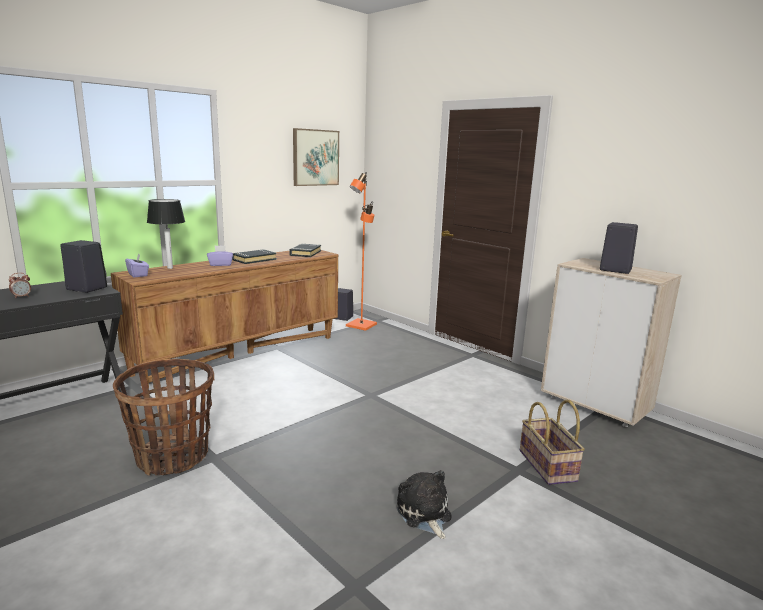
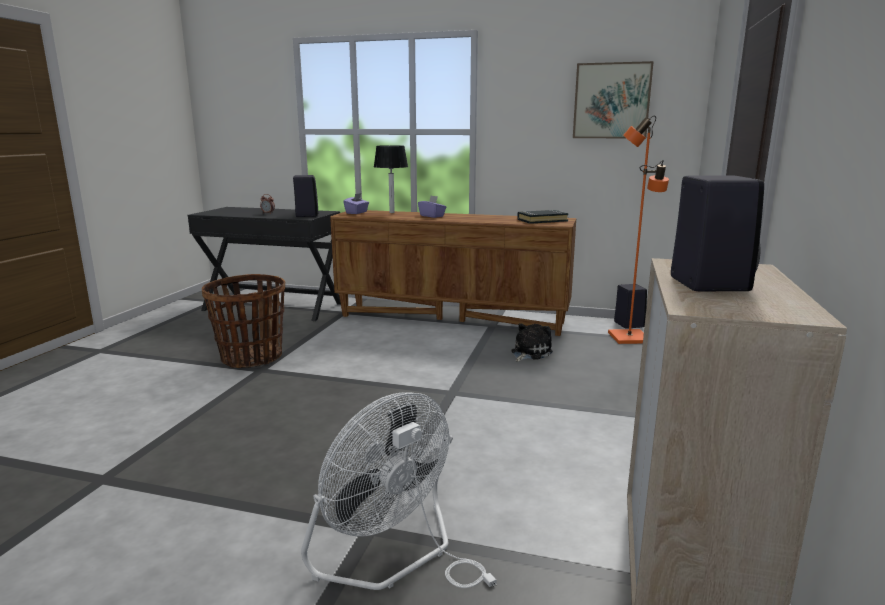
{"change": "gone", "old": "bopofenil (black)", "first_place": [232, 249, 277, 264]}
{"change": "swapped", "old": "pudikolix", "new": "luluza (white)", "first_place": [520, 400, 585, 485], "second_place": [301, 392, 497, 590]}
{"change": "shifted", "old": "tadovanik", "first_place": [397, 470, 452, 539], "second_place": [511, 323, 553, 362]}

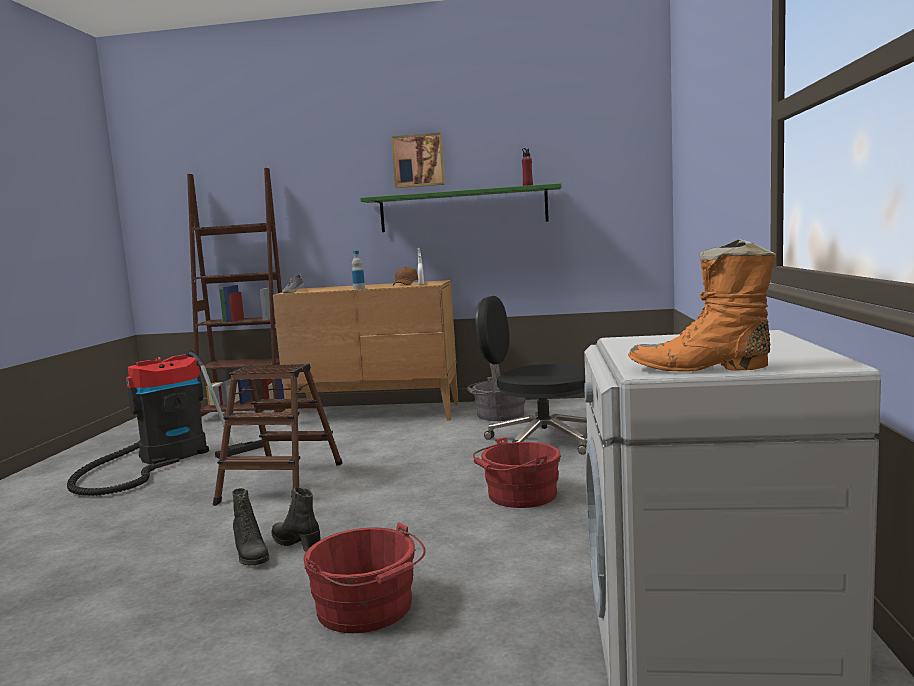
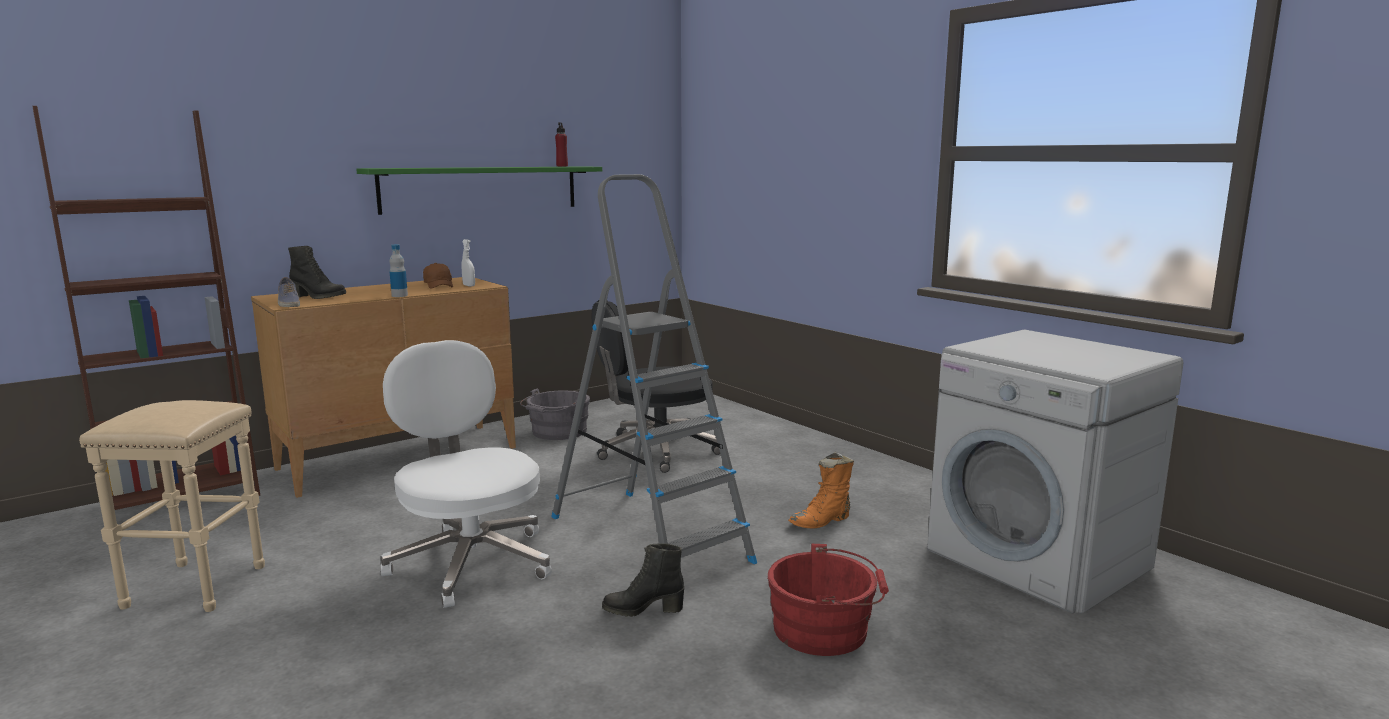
{"change": "gone", "old": "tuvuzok", "first_place": [391, 132, 445, 188]}
{"change": "shifted", "old": "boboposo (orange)", "first_place": [628, 238, 776, 372], "second_place": [788, 452, 854, 528]}
{"change": "swapped", "old": "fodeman", "new": "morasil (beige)", "first_place": [67, 349, 264, 496], "second_place": [79, 400, 265, 612]}
{"change": "swapped", "old": "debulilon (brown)", "new": "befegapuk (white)", "first_place": [213, 364, 343, 506], "second_place": [380, 340, 552, 608]}
{"change": "gone", "old": "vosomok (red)", "first_place": [473, 437, 561, 508]}
{"change": "shifted", "old": "boboposo (black)", "first_place": [232, 488, 269, 565], "second_place": [288, 246, 346, 299]}
{"change": "new", "new": "debulilon (grey)", "second_place": [551, 174, 757, 564]}

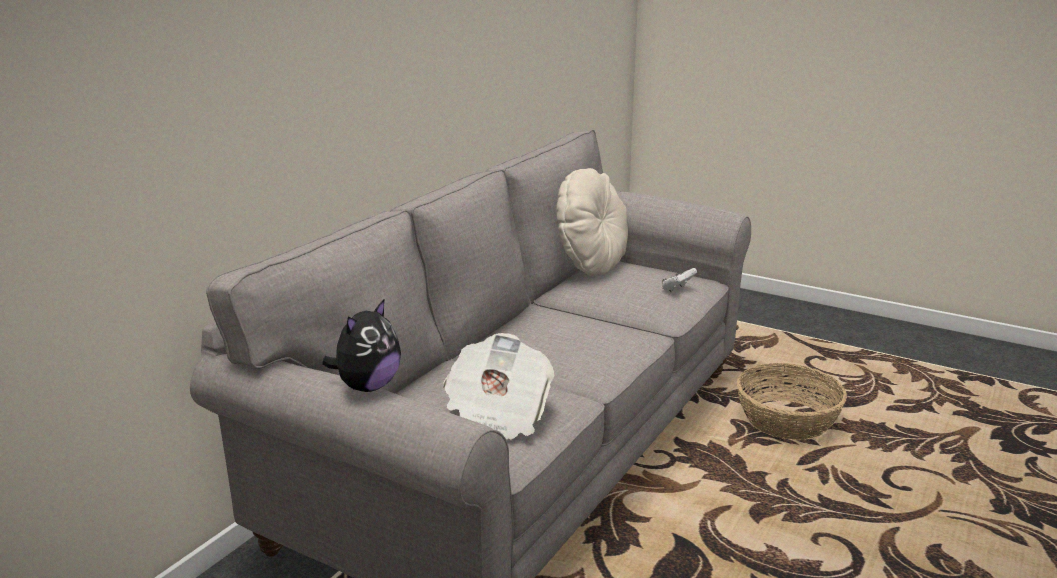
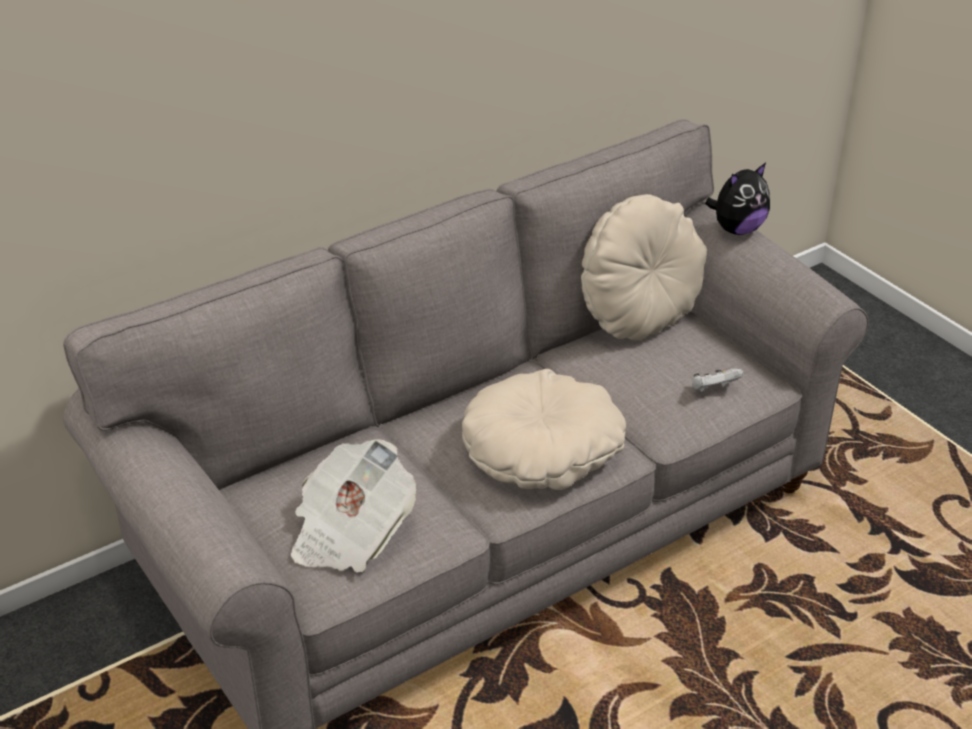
{"change": "shifted", "old": "tadovanik", "first_place": [322, 298, 401, 392], "second_place": [705, 163, 770, 235]}
{"change": "gone", "old": "pudikolix", "first_place": [737, 363, 847, 440]}
{"change": "new", "new": "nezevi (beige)", "second_place": [462, 369, 626, 490]}

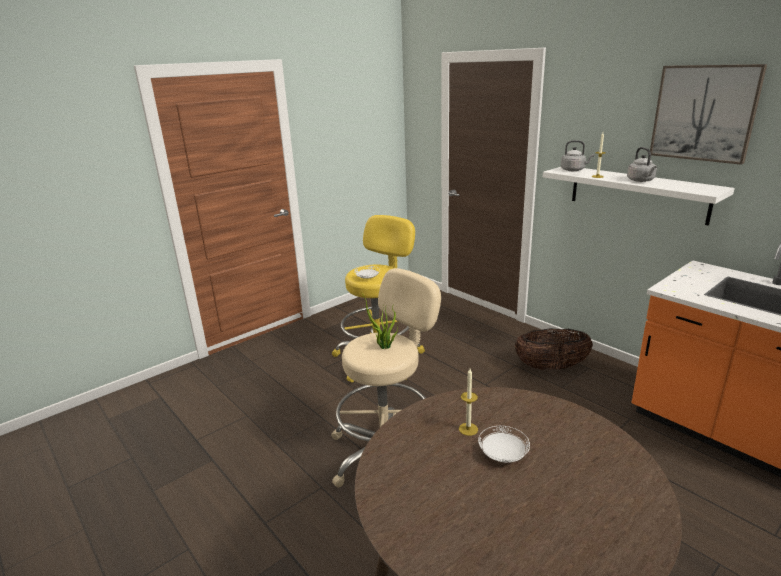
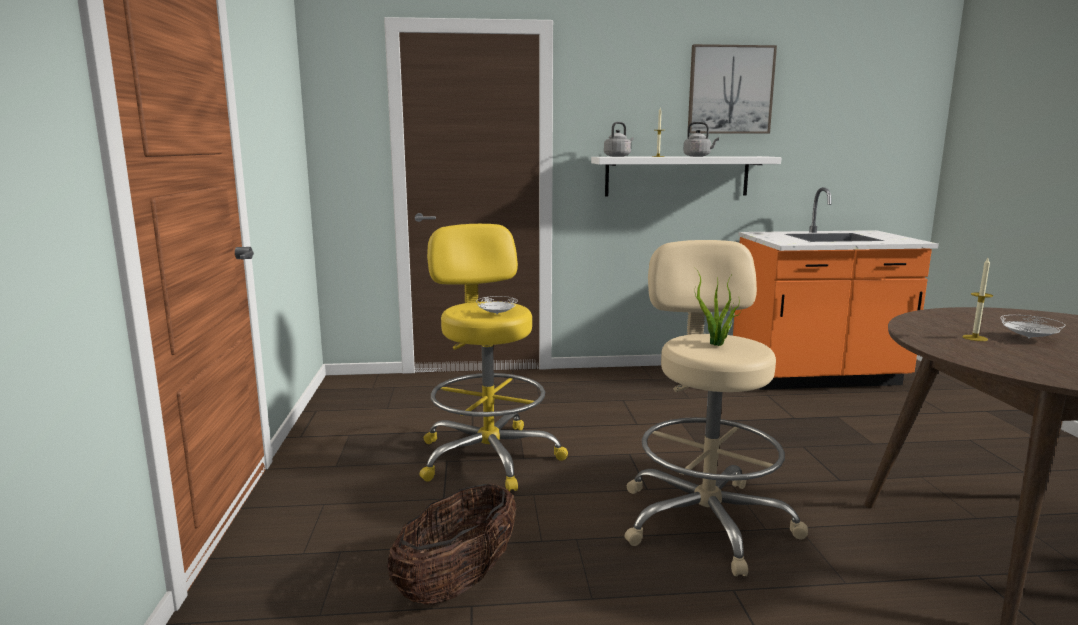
{"change": "shifted", "old": "pudikolix", "first_place": [515, 328, 593, 370], "second_place": [387, 484, 516, 605]}

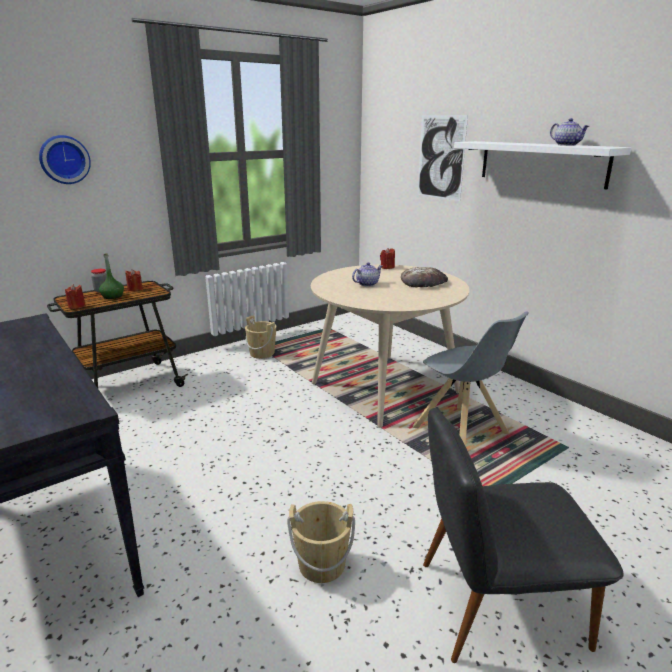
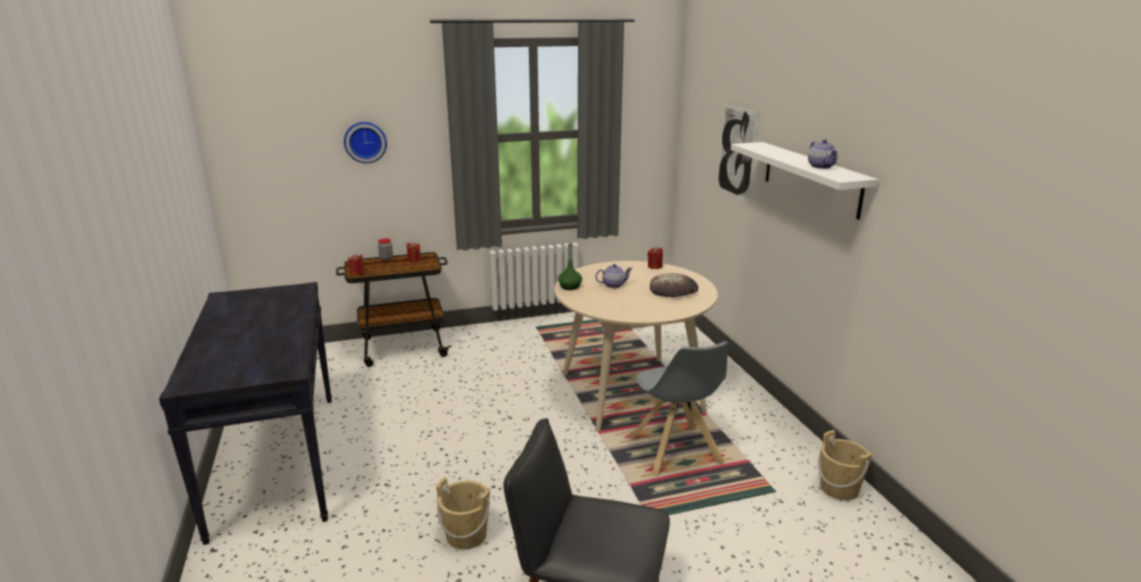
{"change": "shifted", "old": "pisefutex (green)", "first_place": [99, 253, 124, 299], "second_place": [558, 243, 582, 290]}
{"change": "shifted", "old": "vosomok (beige)", "first_place": [245, 316, 276, 359], "second_place": [818, 430, 873, 500]}

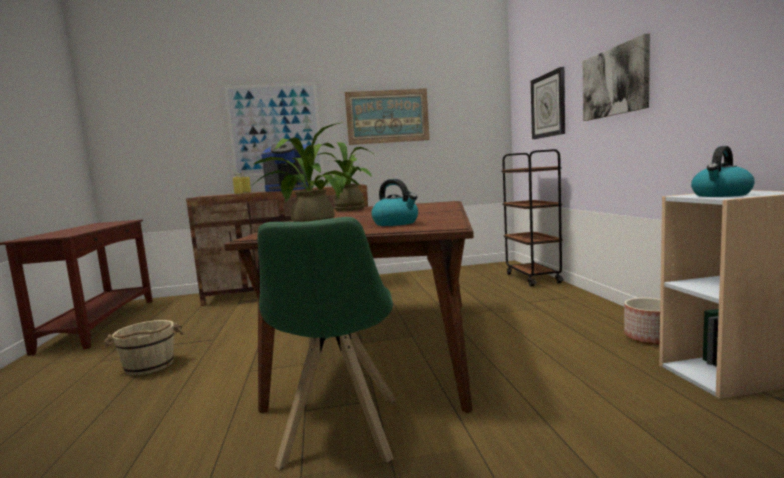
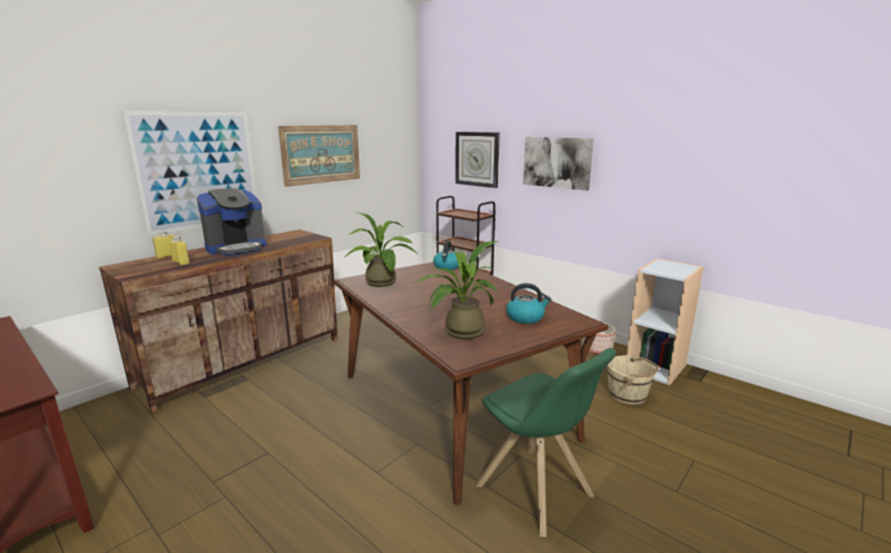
{"change": "shifted", "old": "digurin", "first_place": [691, 146, 755, 197], "second_place": [433, 240, 459, 270]}
{"change": "shifted", "old": "vosomok (beige)", "first_place": [104, 320, 184, 376], "second_place": [607, 355, 659, 405]}

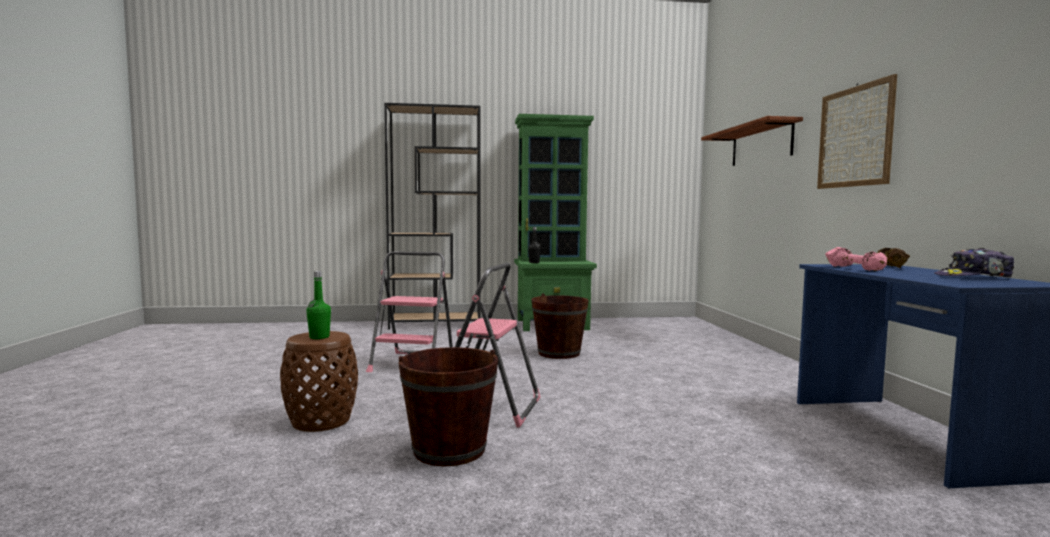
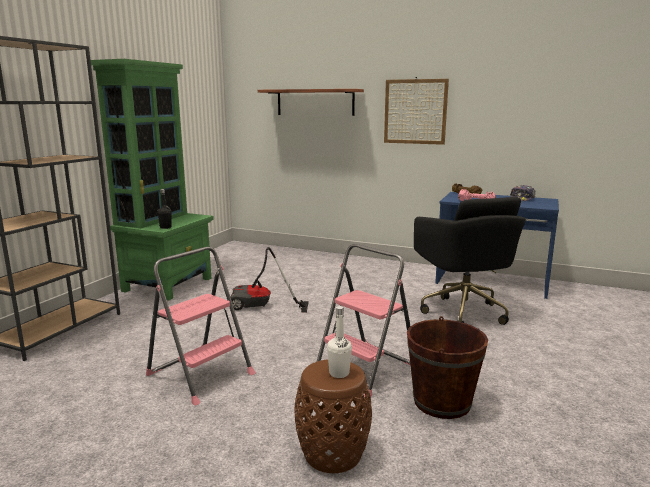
{"change": "repainted", "old": "pisefutex (green)", "new": "pisefutex (white)", "first_place": [306, 271, 331, 339], "second_place": [327, 306, 352, 378]}
{"change": "swapped", "old": "vosomok (brown)", "new": "fodeman", "first_place": [531, 293, 589, 359], "second_place": [230, 247, 309, 313]}
{"change": "new", "new": "befegapuk (black)", "second_place": [414, 197, 526, 325]}

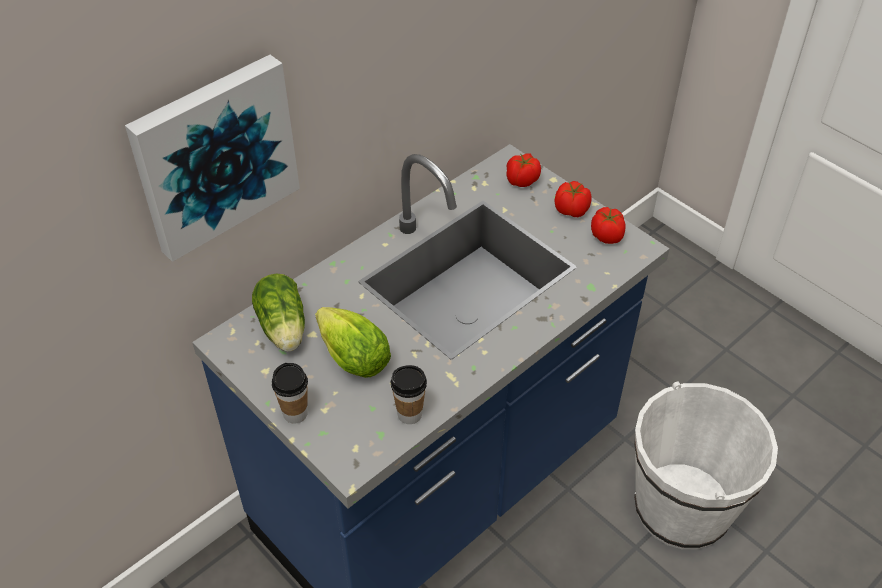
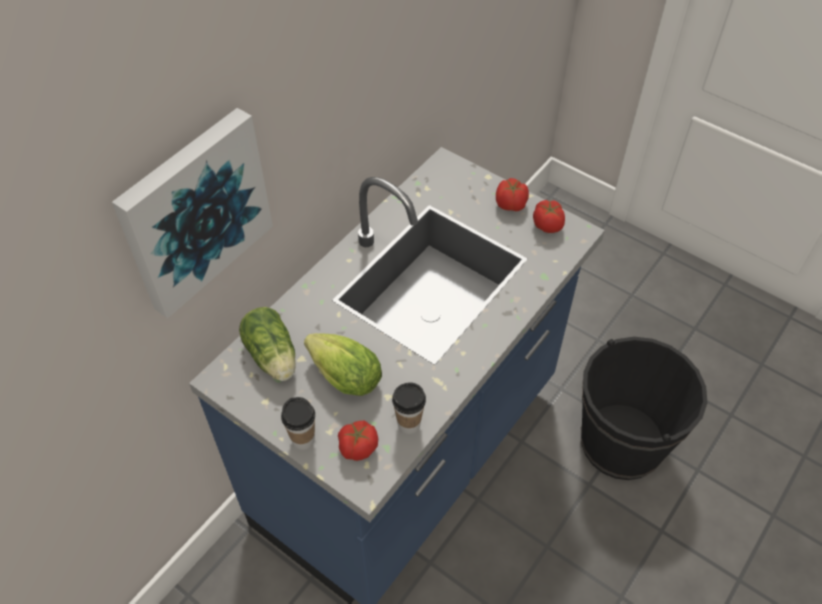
{"change": "shifted", "old": "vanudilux", "first_place": [507, 153, 541, 187], "second_place": [338, 421, 378, 461]}
{"change": "repainted", "old": "vosomok (white)", "new": "vosomok (black)", "first_place": [634, 382, 778, 550], "second_place": [581, 337, 707, 480]}

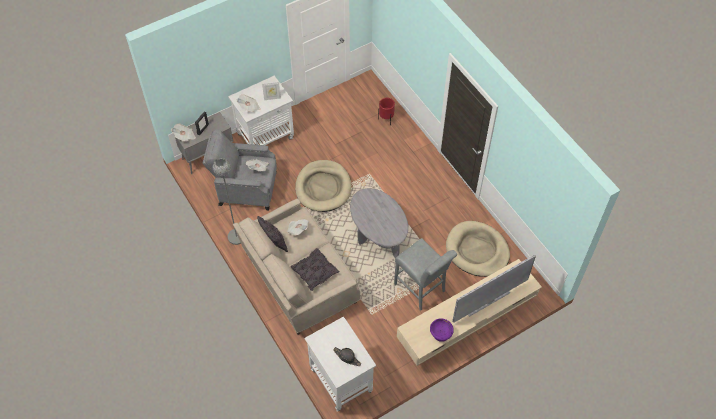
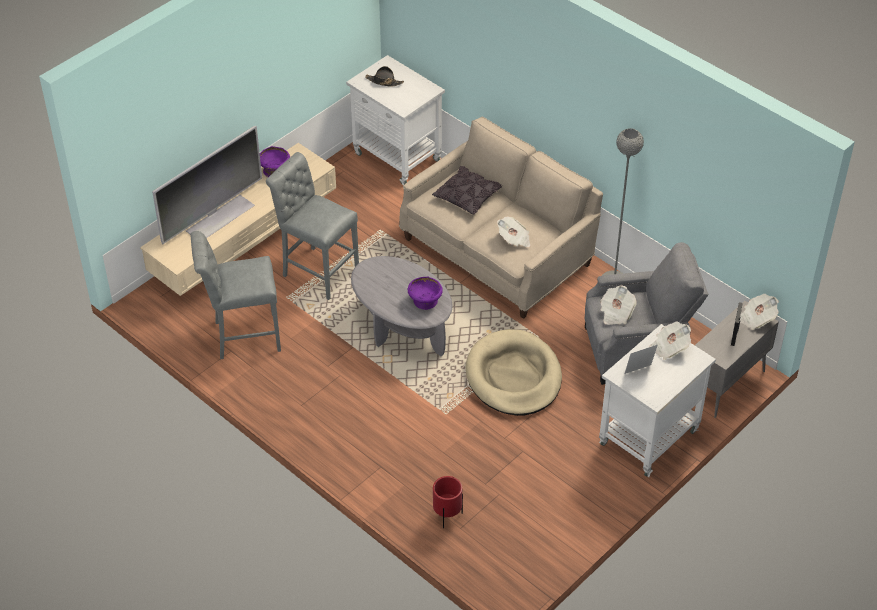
{"change": "gone", "old": "nezevi (black)", "first_place": [257, 216, 288, 252]}
{"change": "swapped", "old": "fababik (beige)", "new": "morasil (grey)", "first_place": [446, 221, 510, 277], "second_place": [190, 231, 281, 359]}
{"change": "new", "new": "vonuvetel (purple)", "second_place": [408, 276, 443, 310]}

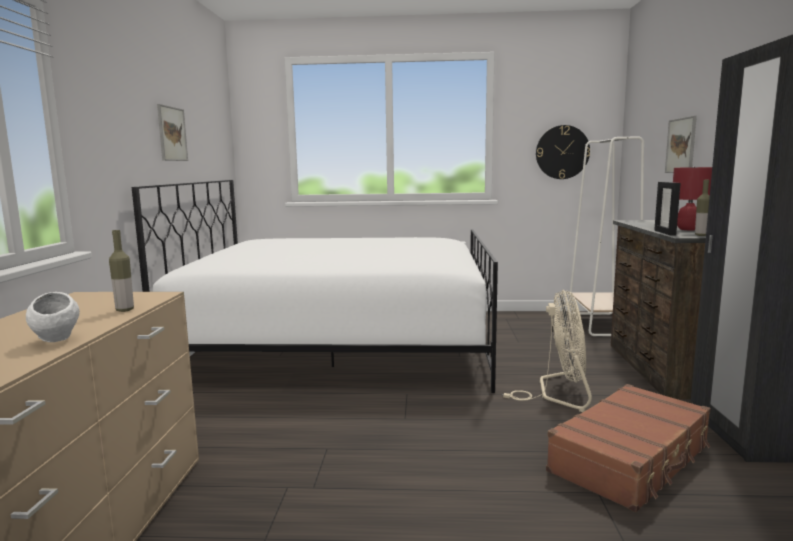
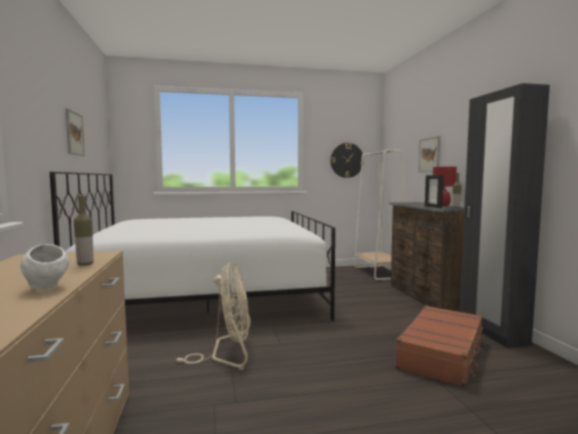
{"change": "shifted", "old": "luluza (beige)", "first_place": [502, 290, 592, 412], "second_place": [175, 263, 251, 370]}

